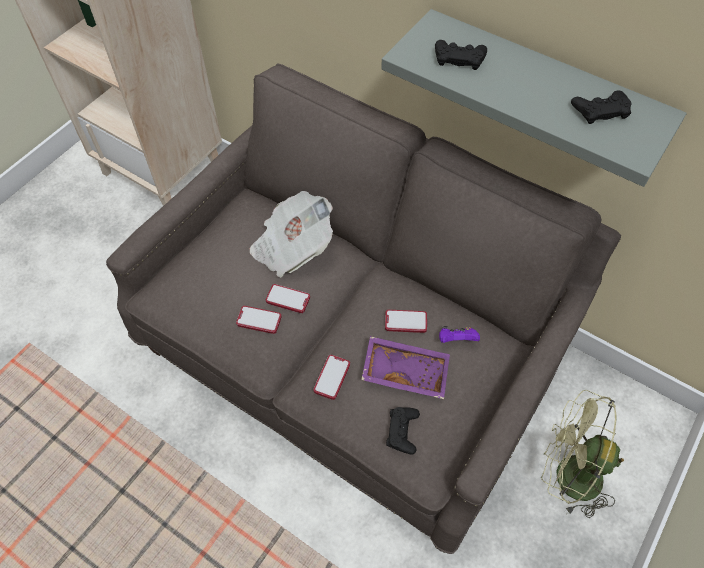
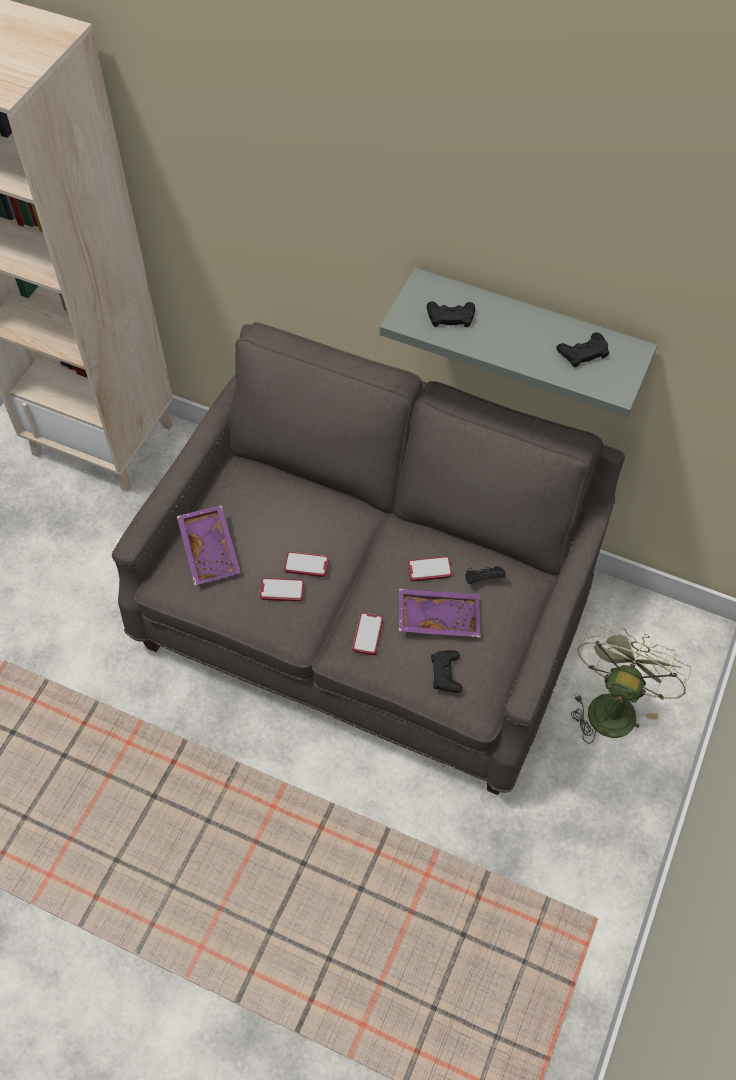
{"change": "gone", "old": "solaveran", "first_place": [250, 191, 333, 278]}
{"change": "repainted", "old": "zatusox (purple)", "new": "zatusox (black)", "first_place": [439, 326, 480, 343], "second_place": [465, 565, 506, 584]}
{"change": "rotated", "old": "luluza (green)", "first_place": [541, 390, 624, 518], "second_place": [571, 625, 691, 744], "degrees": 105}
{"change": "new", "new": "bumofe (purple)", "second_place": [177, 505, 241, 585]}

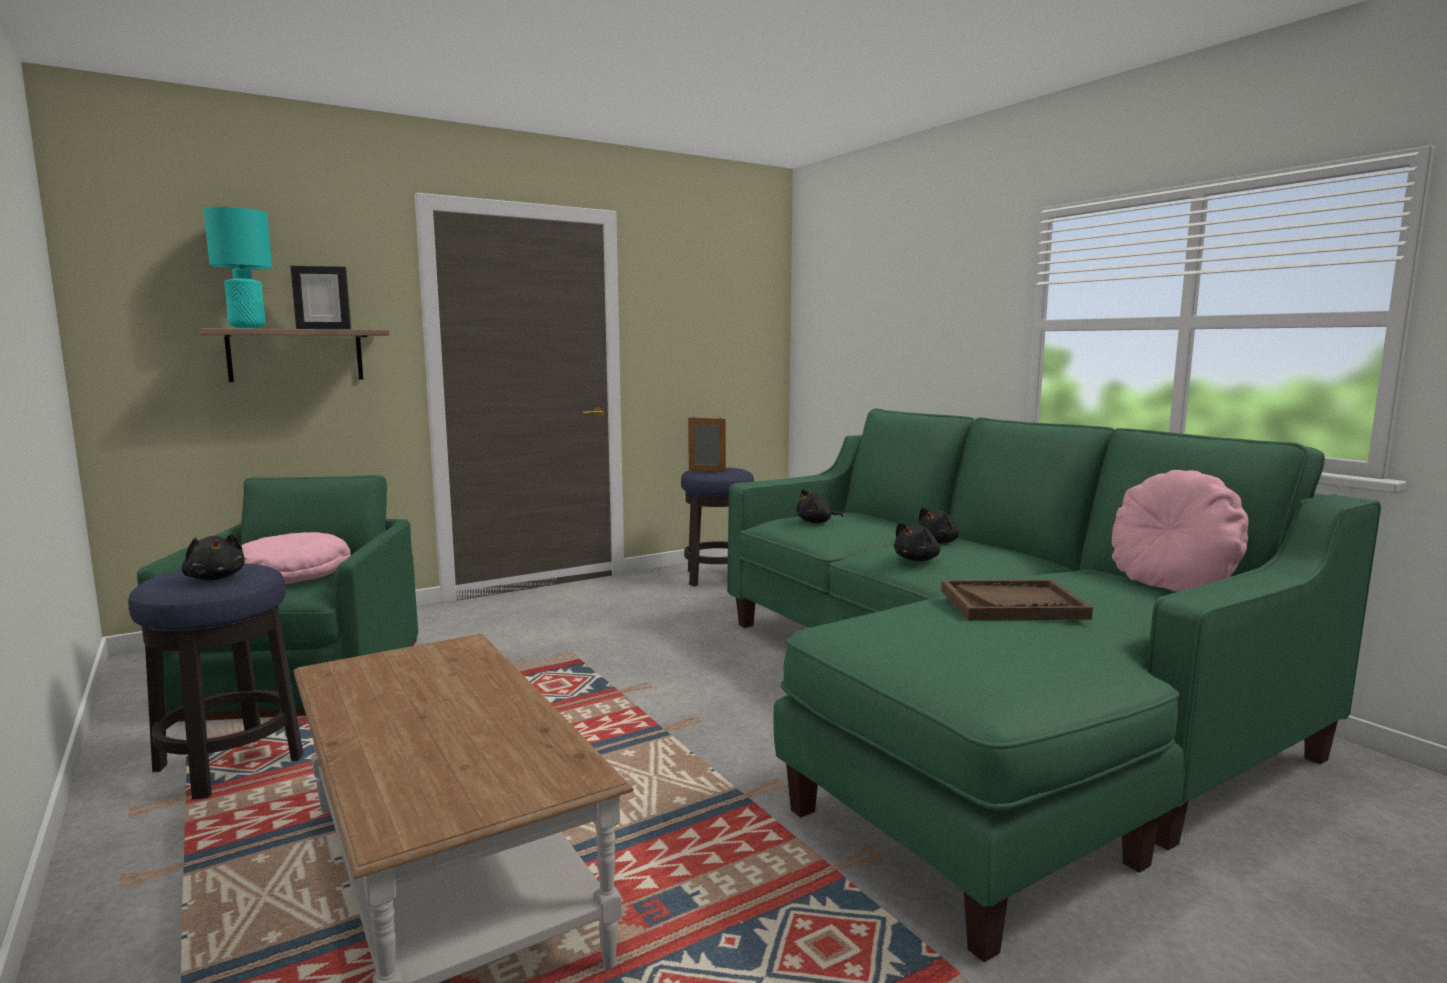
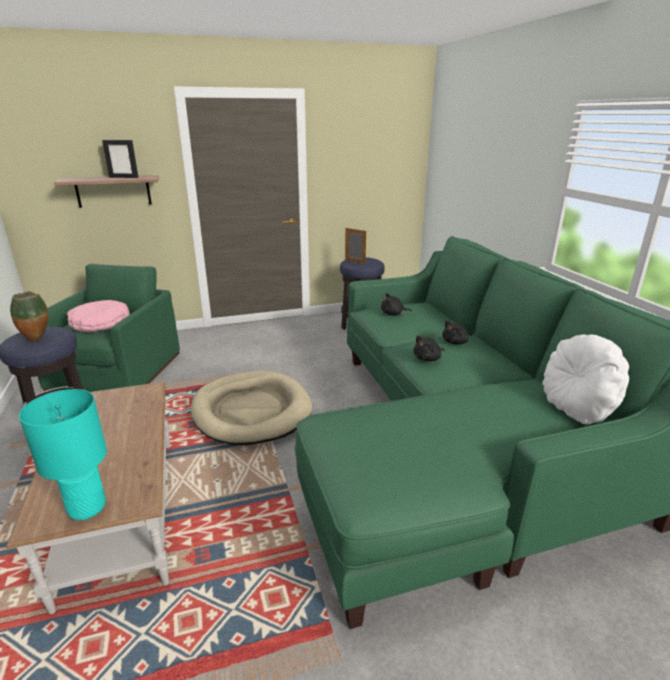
{"change": "shifted", "old": "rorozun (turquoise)", "first_place": [204, 207, 272, 329], "second_place": [19, 389, 107, 520]}
{"change": "repainted", "old": "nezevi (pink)", "new": "nezevi (white)", "first_place": [1112, 470, 1249, 592], "second_place": [542, 334, 629, 425]}
{"change": "swapped", "old": "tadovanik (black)", "new": "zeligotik", "first_place": [182, 534, 245, 580], "second_place": [10, 291, 48, 341]}
{"change": "gone", "old": "bumofe (brown)", "first_place": [941, 580, 1093, 620]}
{"change": "new", "new": "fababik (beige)", "second_place": [191, 371, 312, 445]}

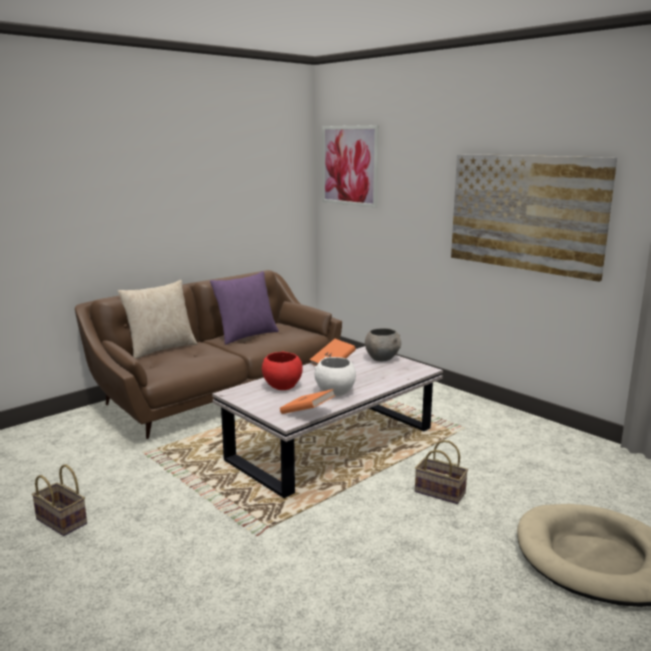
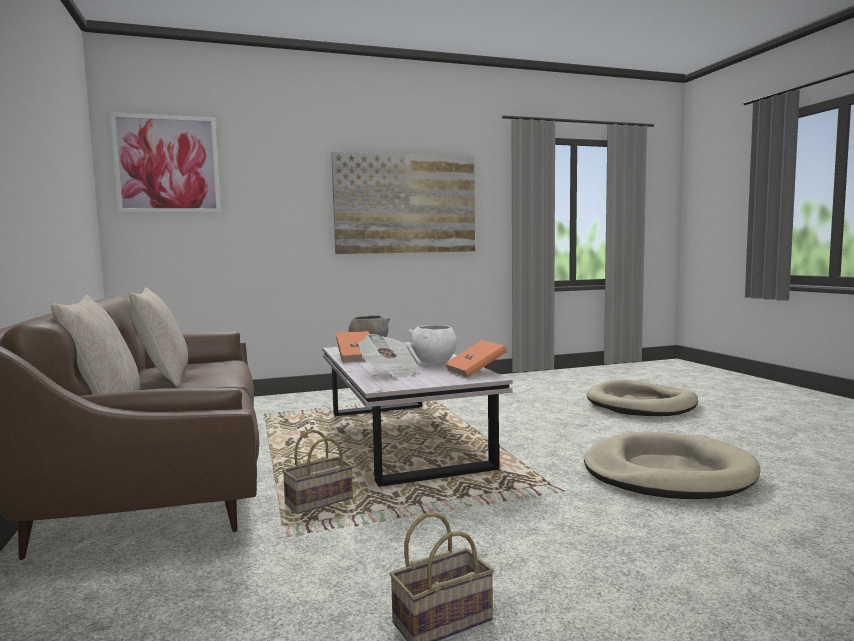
{"change": "repainted", "old": "nezevi (purple)", "new": "nezevi (beige)", "first_place": [210, 271, 279, 345], "second_place": [129, 287, 188, 386]}
{"change": "swapped", "old": "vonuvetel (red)", "new": "solaveran", "first_place": [262, 351, 303, 390], "second_place": [358, 334, 422, 379]}
{"change": "shifted", "old": "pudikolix", "first_place": [415, 440, 468, 504], "second_place": [282, 430, 353, 514]}
{"change": "new", "new": "fababik (beige)", "second_place": [584, 432, 761, 499]}

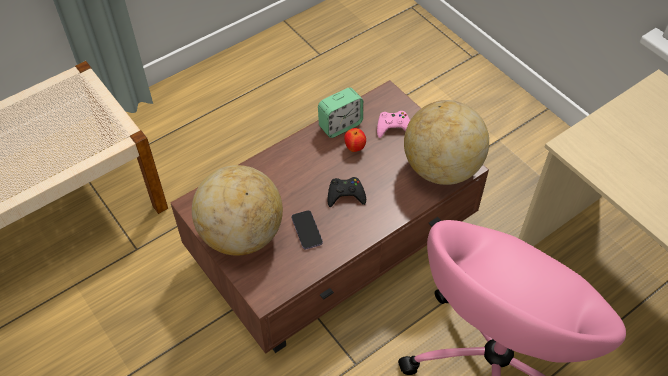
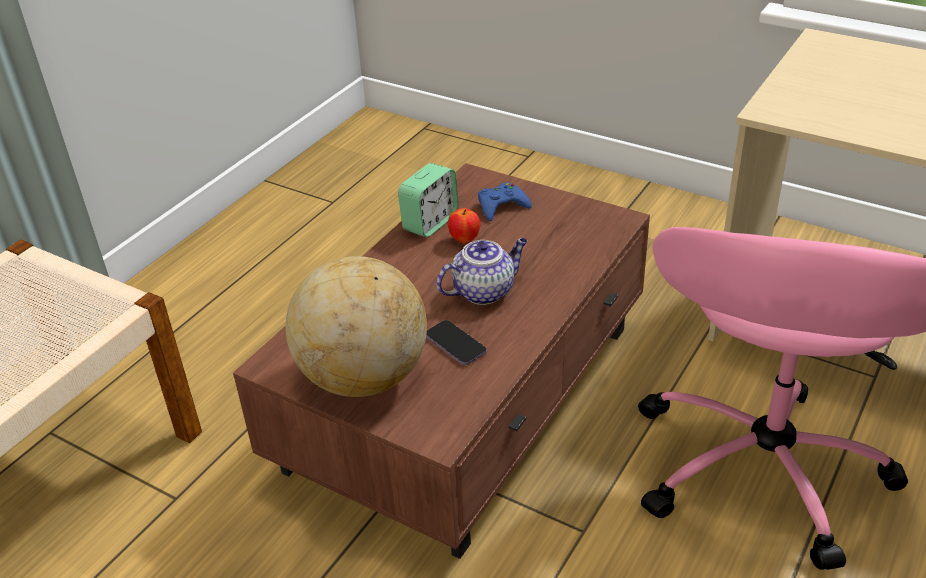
{"change": "gone", "old": "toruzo", "first_place": [404, 100, 489, 185]}
{"change": "repainted", "old": "zatusox (pink)", "new": "zatusox (blue)", "first_place": [377, 111, 410, 138], "second_place": [478, 182, 532, 221]}
{"change": "swapped", "old": "zatusox (black)", "new": "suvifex", "first_place": [327, 177, 366, 207], "second_place": [436, 238, 528, 305]}

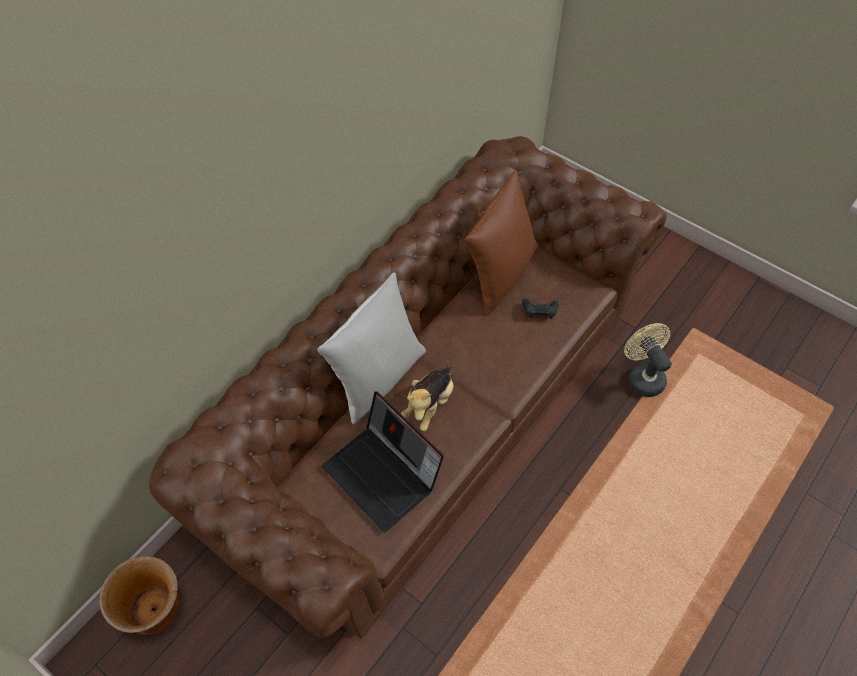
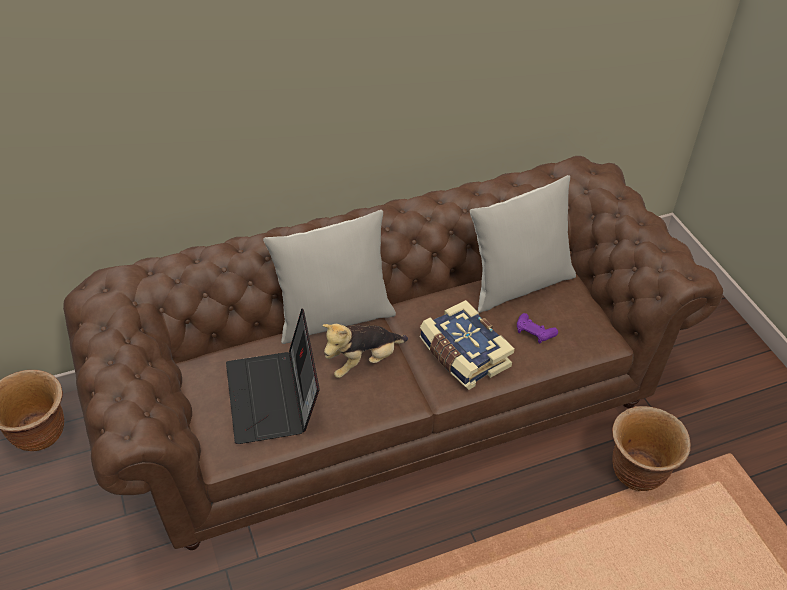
{"change": "repainted", "old": "nezevi (brown)", "new": "nezevi (grey)", "first_place": [465, 170, 539, 315], "second_place": [470, 175, 576, 313]}
{"change": "repainted", "old": "zatusox (black)", "new": "zatusox (purple)", "first_place": [522, 299, 559, 319], "second_place": [517, 313, 558, 343]}
{"change": "swapped", "old": "luluza (beige)", "new": "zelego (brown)", "first_place": [624, 323, 672, 397], "second_place": [612, 406, 691, 491]}
{"change": "new", "new": "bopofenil", "second_place": [419, 300, 515, 390]}

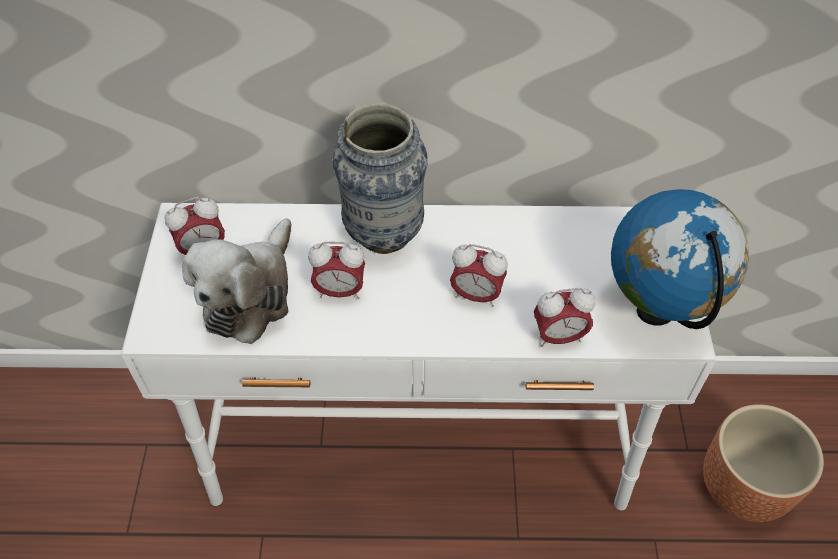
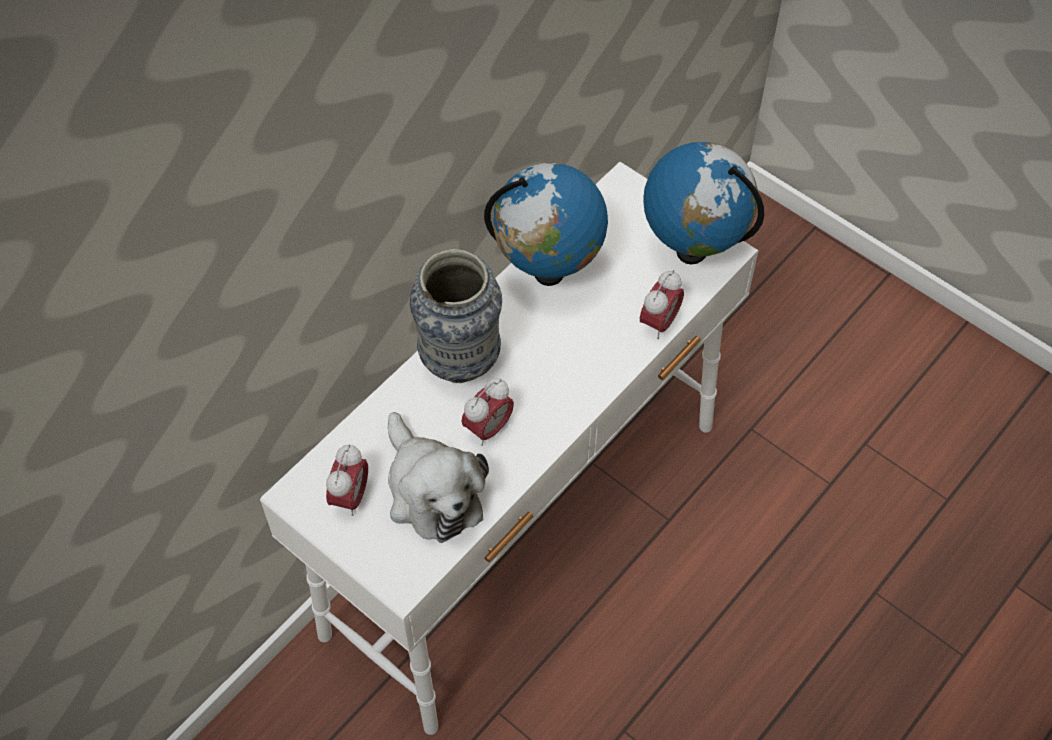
{"change": "gone", "old": "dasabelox", "first_place": [450, 244, 507, 307]}
{"change": "gone", "old": "zelego (brown)", "first_place": [703, 404, 824, 522]}
{"change": "new", "new": "toruzo", "second_place": [484, 163, 608, 286]}

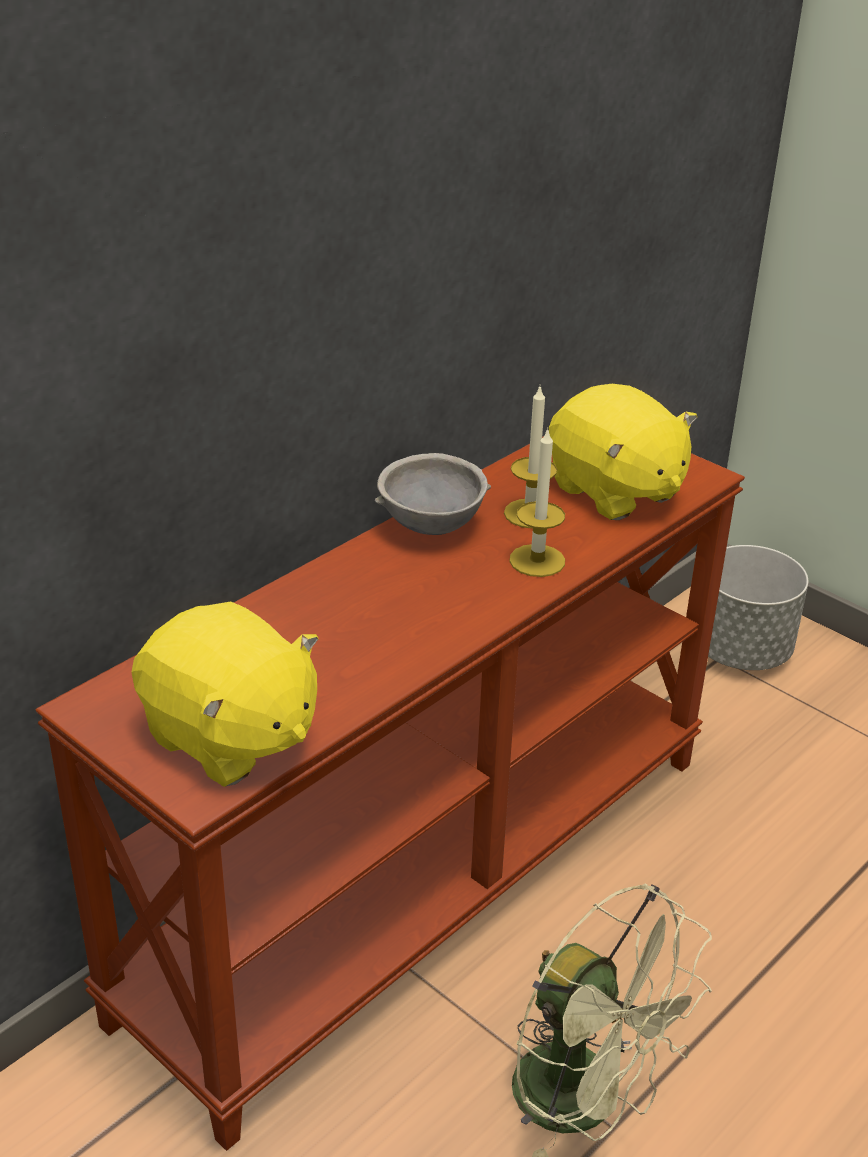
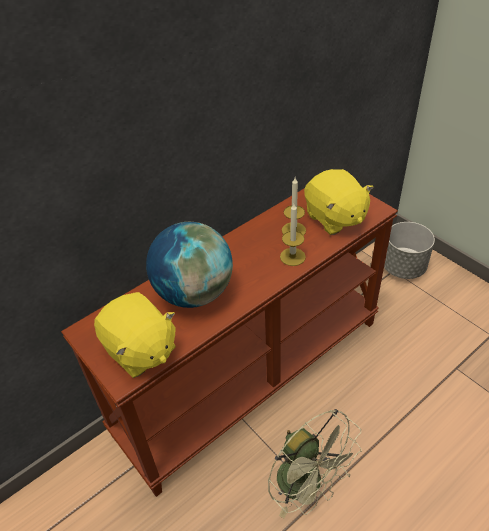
{"change": "gone", "old": "vonuvetel (grey)", "first_place": [375, 453, 491, 535]}
{"change": "new", "new": "toruzo", "second_place": [146, 222, 233, 308]}

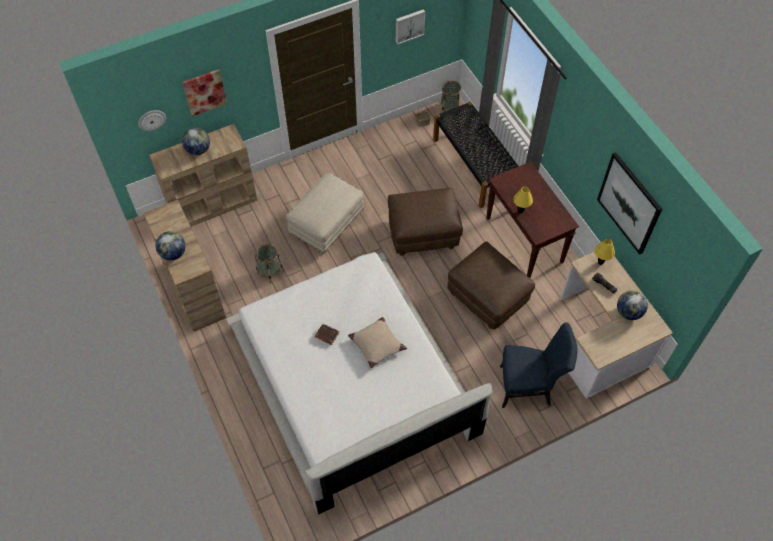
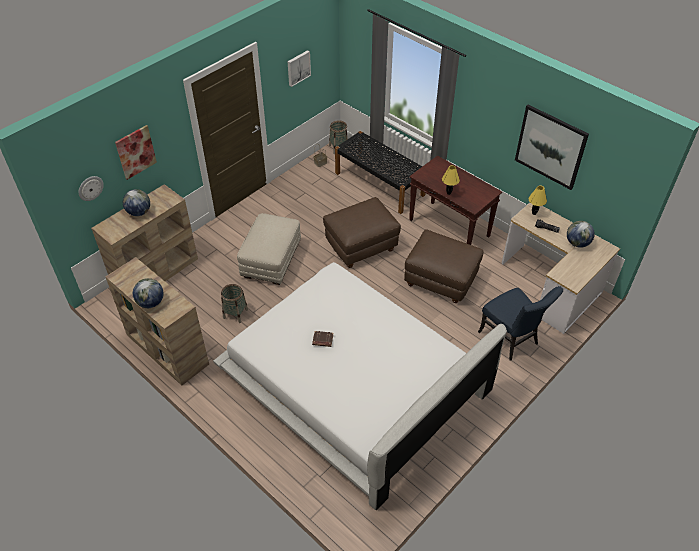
{"change": "gone", "old": "nezevi (beige)", "first_place": [348, 317, 407, 368]}
{"change": "rotated", "old": "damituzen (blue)", "first_place": [500, 322, 578, 408], "second_place": [478, 286, 563, 360], "degrees": 75}

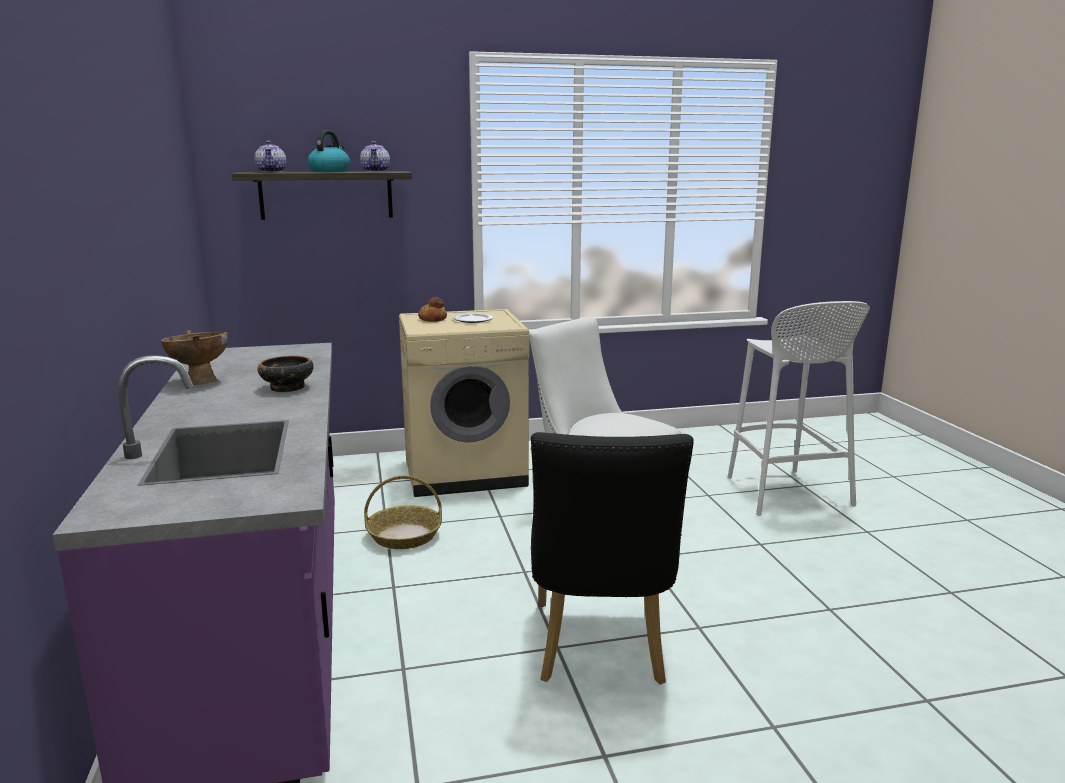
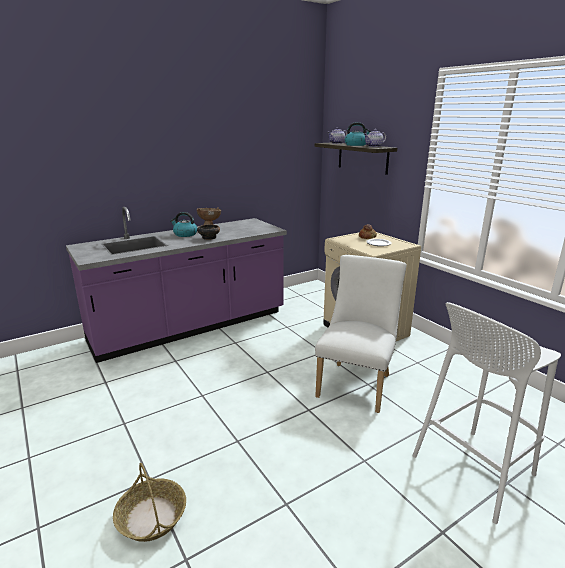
{"change": "gone", "old": "damituzen (black)", "first_place": [531, 432, 694, 684]}
{"change": "shifted", "old": "pudikolix", "first_place": [364, 475, 442, 549], "second_place": [113, 463, 186, 542]}
{"change": "new", "new": "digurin", "second_place": [170, 212, 197, 237]}

